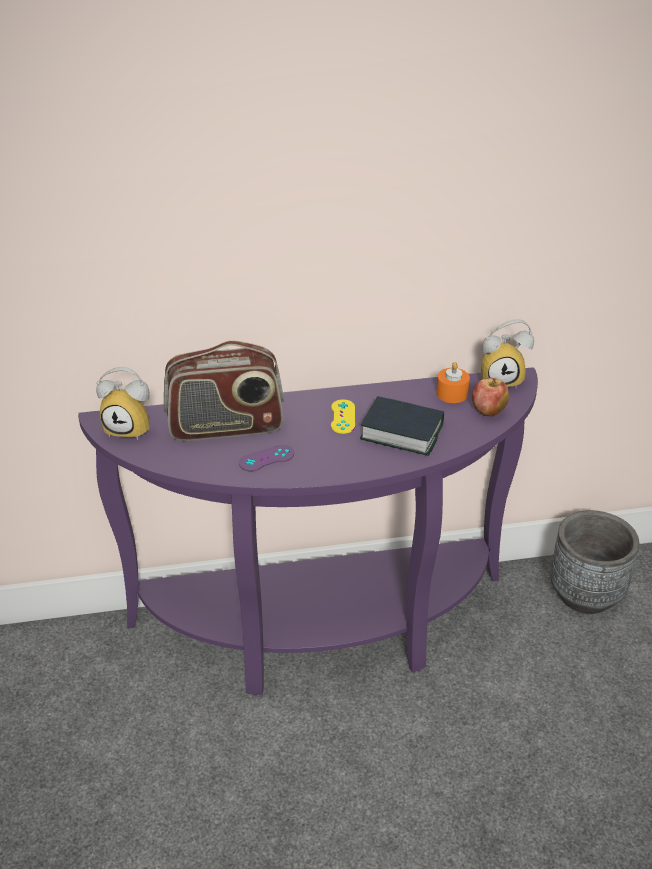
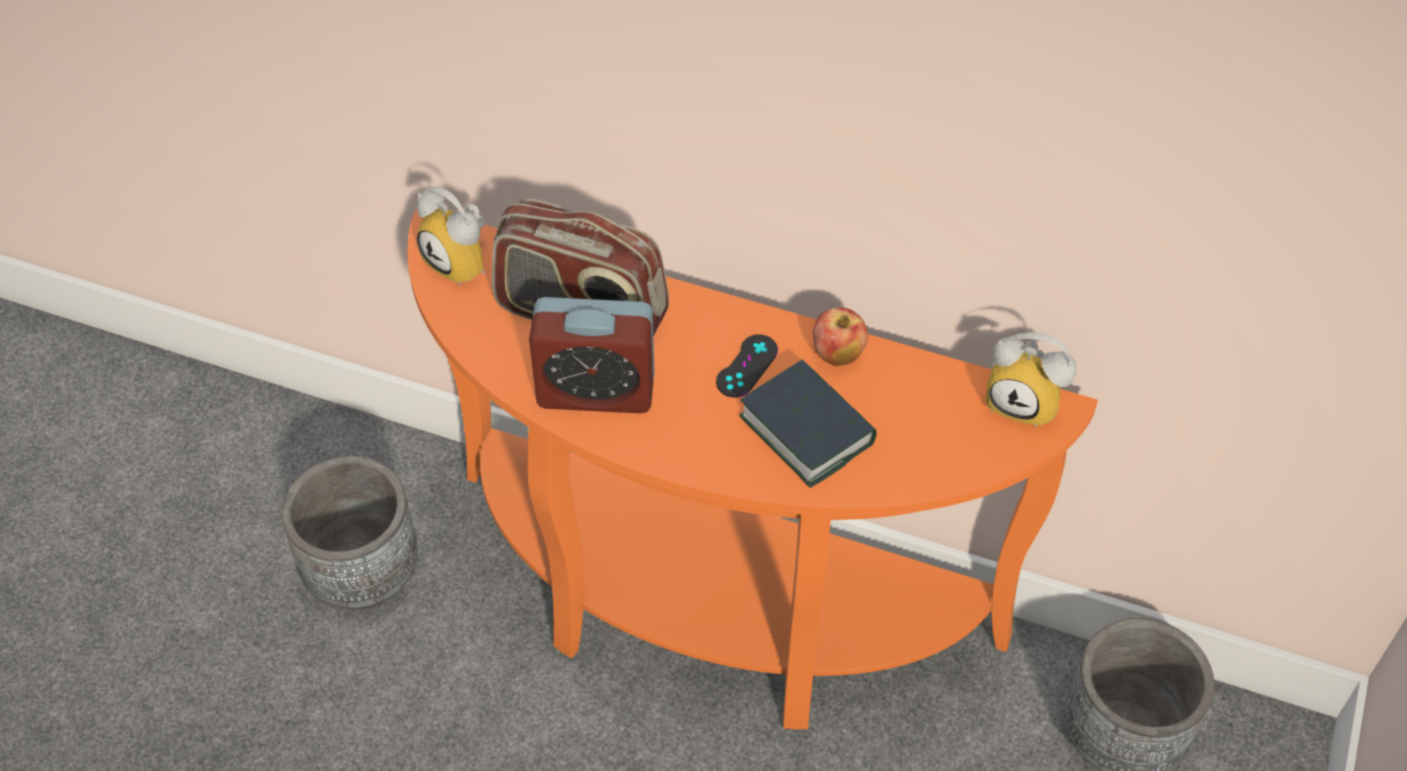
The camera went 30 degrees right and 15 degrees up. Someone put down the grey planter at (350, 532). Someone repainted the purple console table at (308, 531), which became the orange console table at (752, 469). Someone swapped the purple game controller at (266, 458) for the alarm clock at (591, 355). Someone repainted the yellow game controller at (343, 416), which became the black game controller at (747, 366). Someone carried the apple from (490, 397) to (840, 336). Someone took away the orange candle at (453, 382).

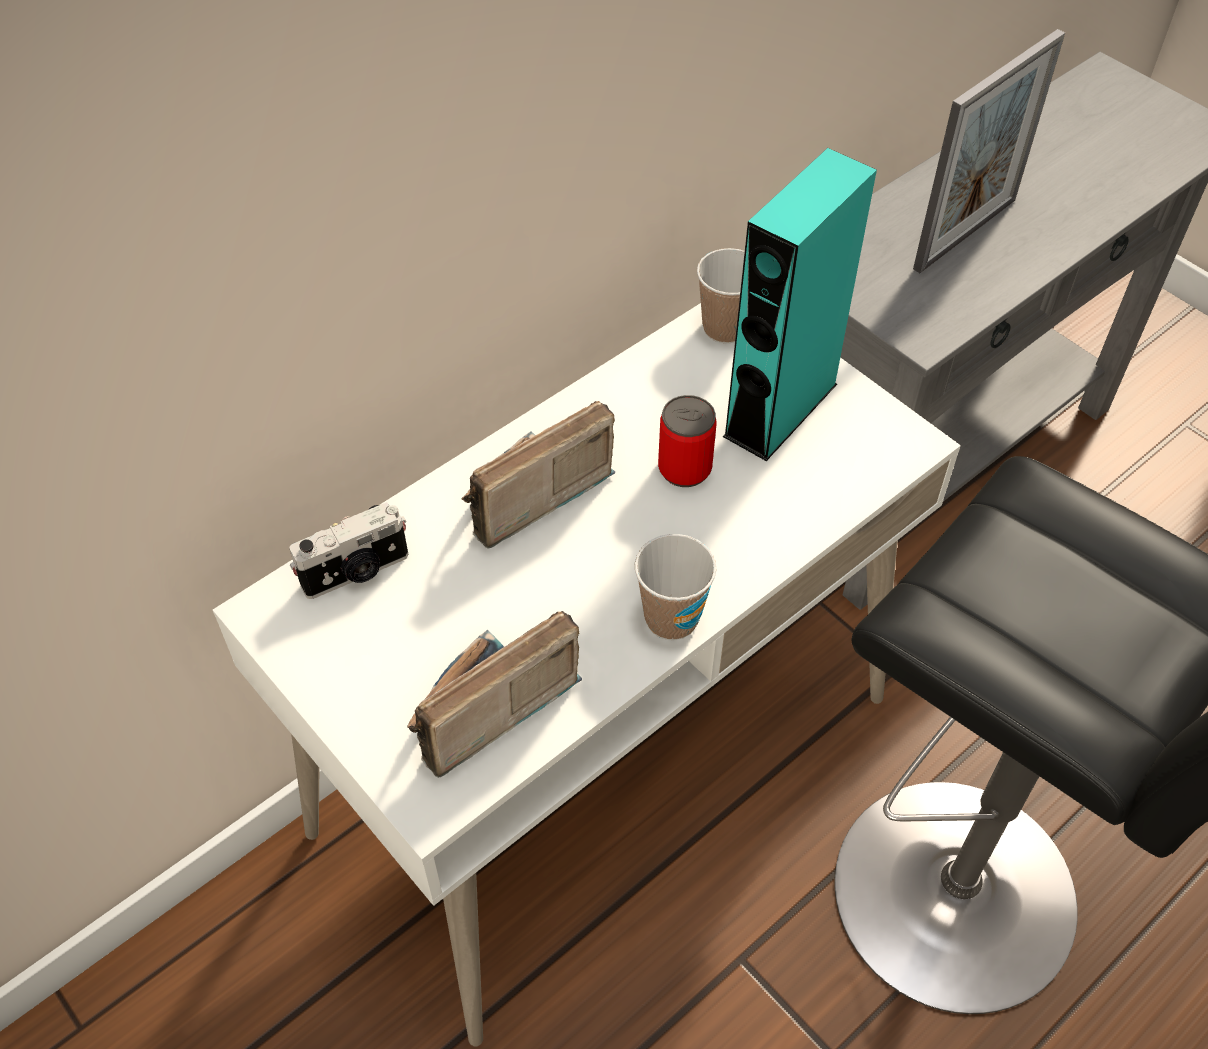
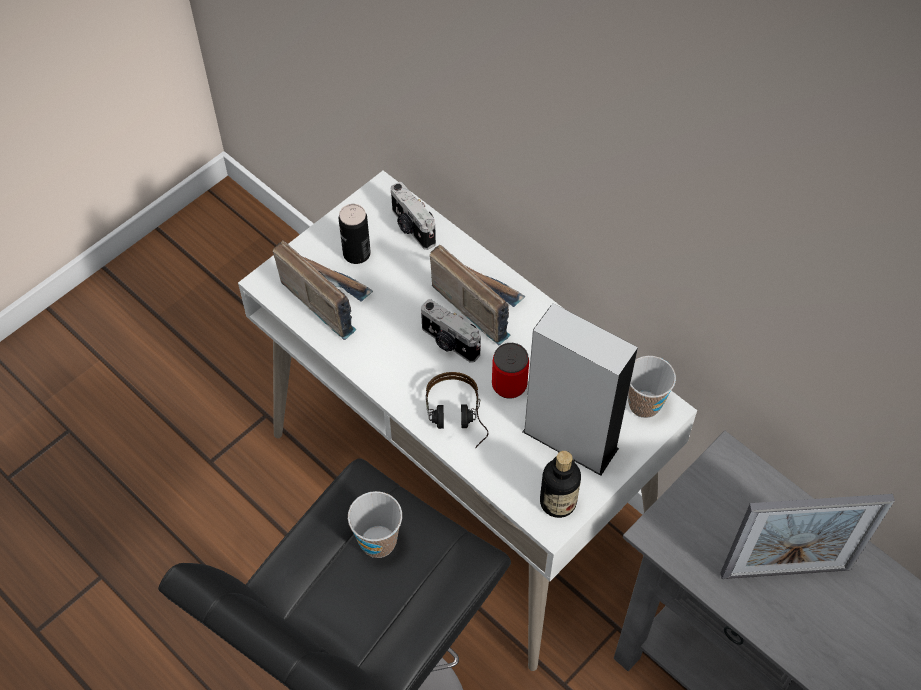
The camera went 85 degrees right and 5 degrees up. Someone put down the can at (355, 234). Someone carried the cup from (675, 587) to (375, 524). Someone put down the photo camera at (451, 331). Someone put down the headphones at (456, 410). Someone repainted the turquoise speaker at (799, 304), which became the grey speaker at (580, 389). Someone put down the bottle at (560, 484). Someone rotated the picture frame at (989, 151) by 45 degrees counterclockwise.

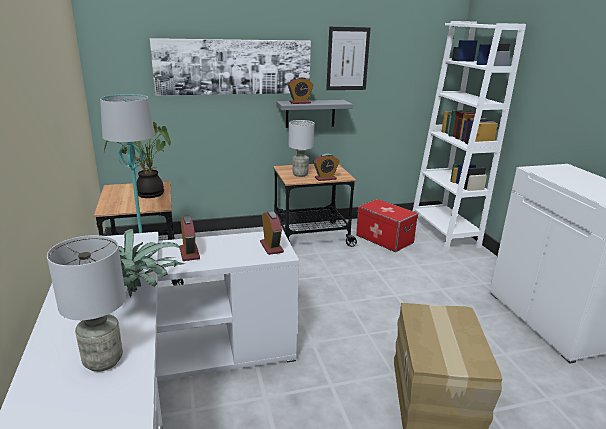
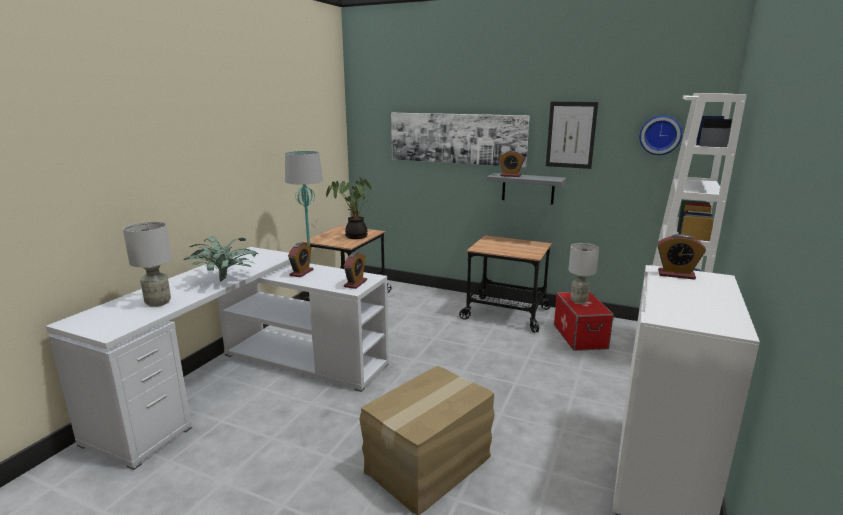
The camera went 40 degrees right and 5 degrees down. Someone carried the grey table lamp from (301, 148) to (583, 273). Someone put up the wall clock at (660, 135). Someone carried the alarm clock from (326, 167) to (681, 257).

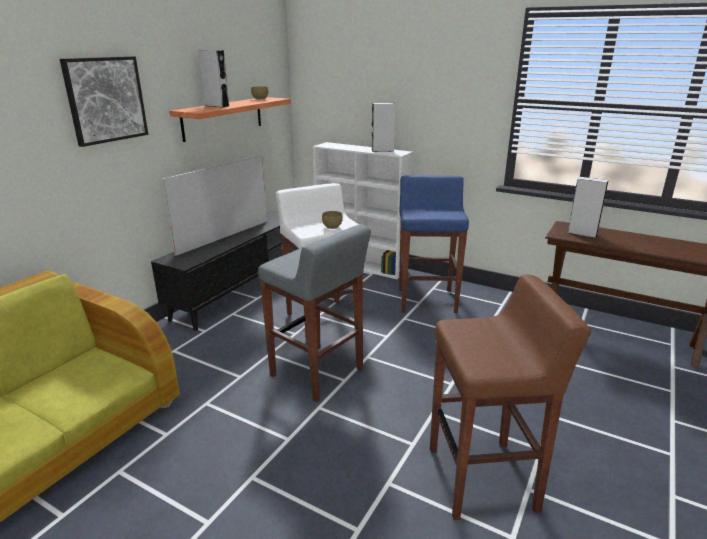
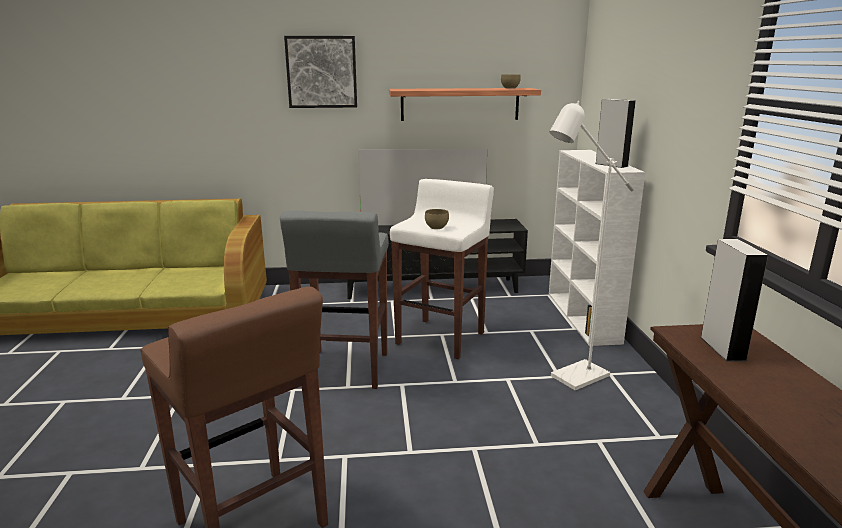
The camera went 55 degrees right and 5 degrees down. Someone swapped the blue stool at (434, 244) for the white floor lamp at (592, 245). Someone took away the grey speaker at (214, 79).

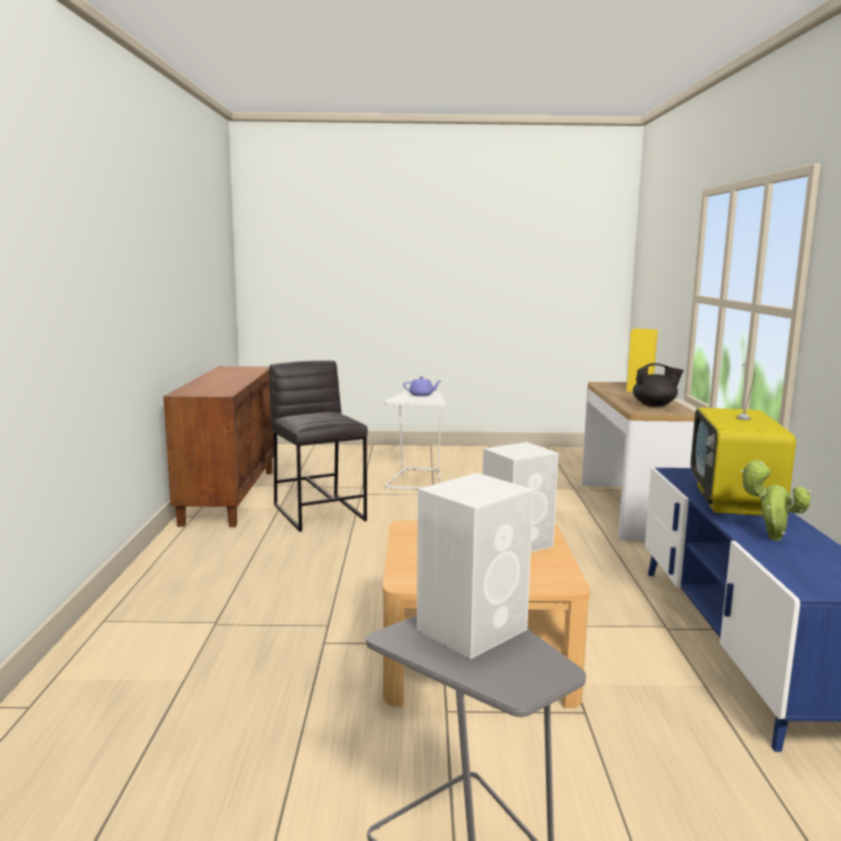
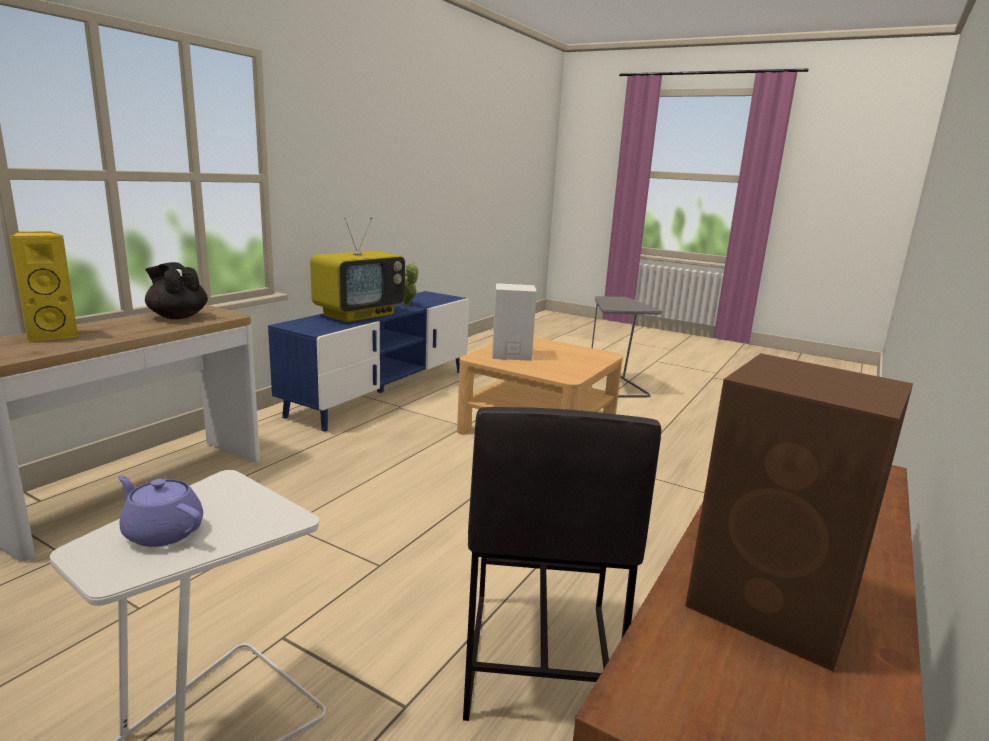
The camera went 150 degrees left and 5 degrees up. Someone put down the brown speaker at (799, 512). Someone took away the white speaker at (475, 566).

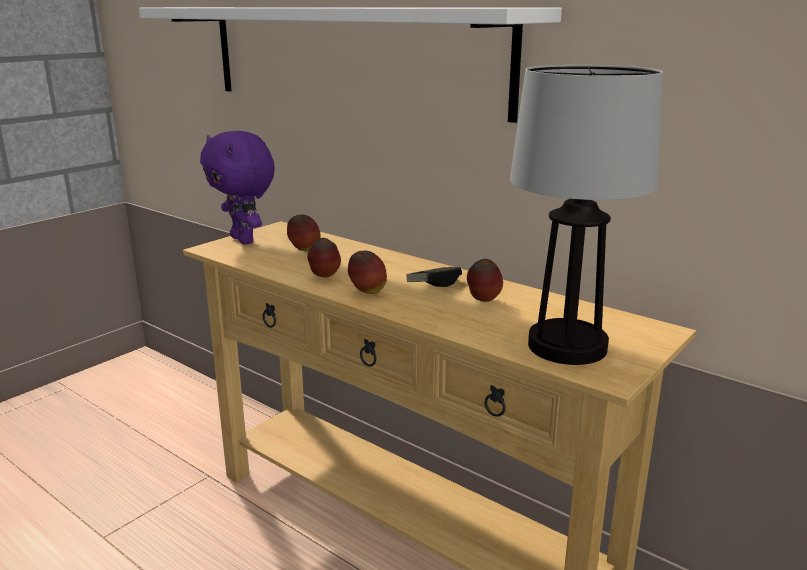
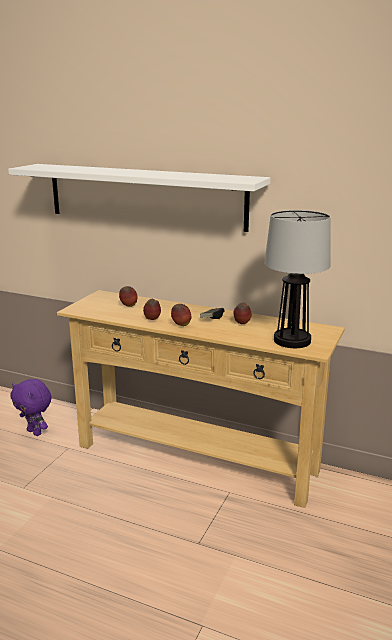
The camera went 15 degrees left and 0 degrees up. Someone carried the purple plush toy from (237, 187) to (31, 407).

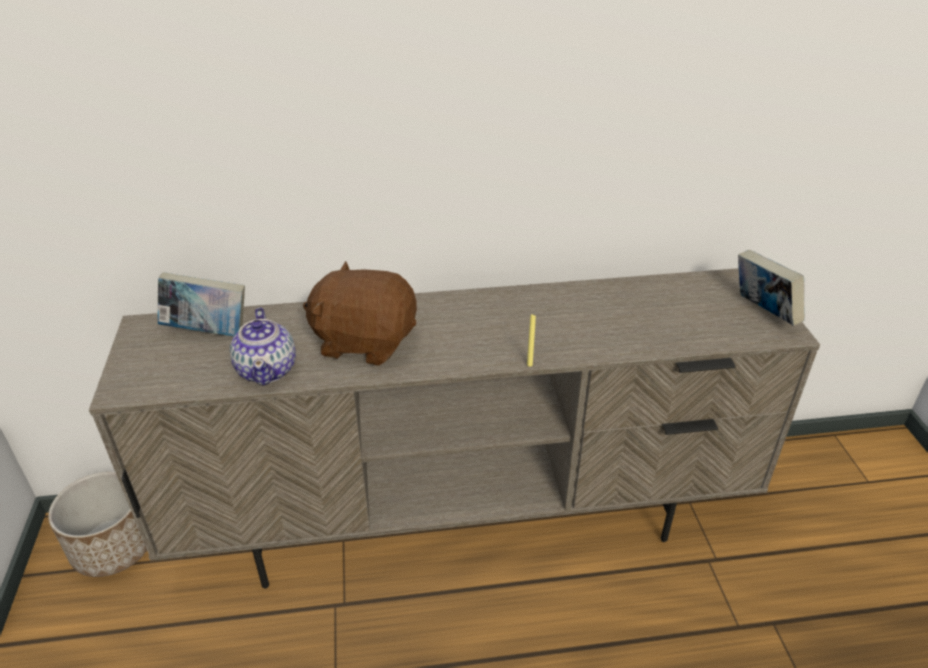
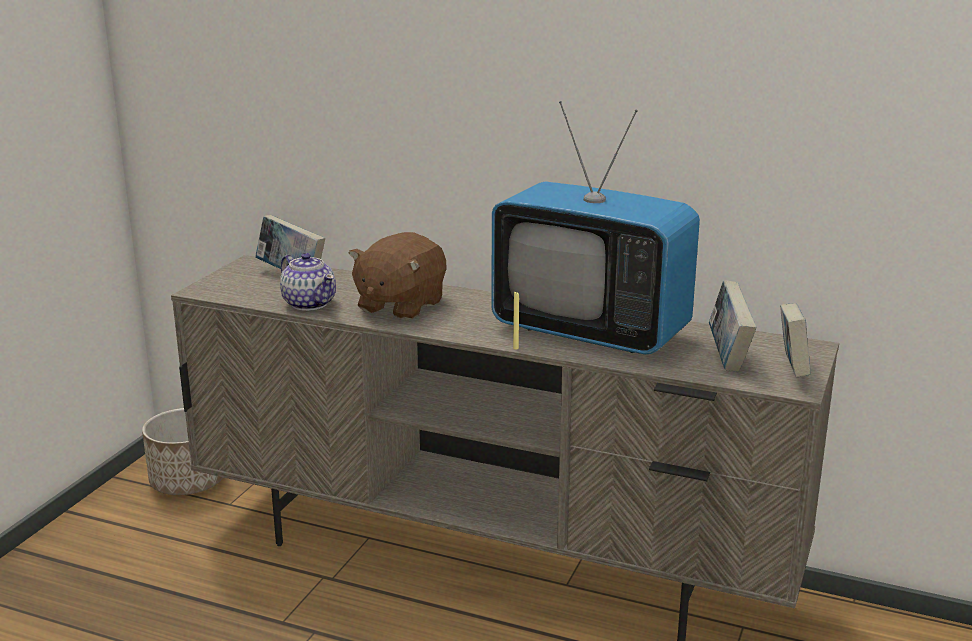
The camera went 30 degrees right and 15 degrees down. Someone rotated the teapot at (263, 347) by 60 degrees counterclockwise. Someone rotated the brown plush toy at (360, 313) by 105 degrees counterclockwise. Someone put down the television at (596, 227). Someone put down the book at (732, 326).

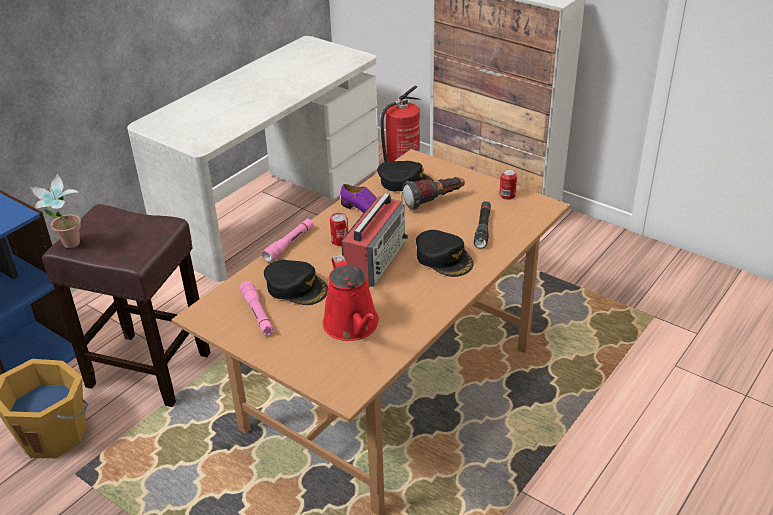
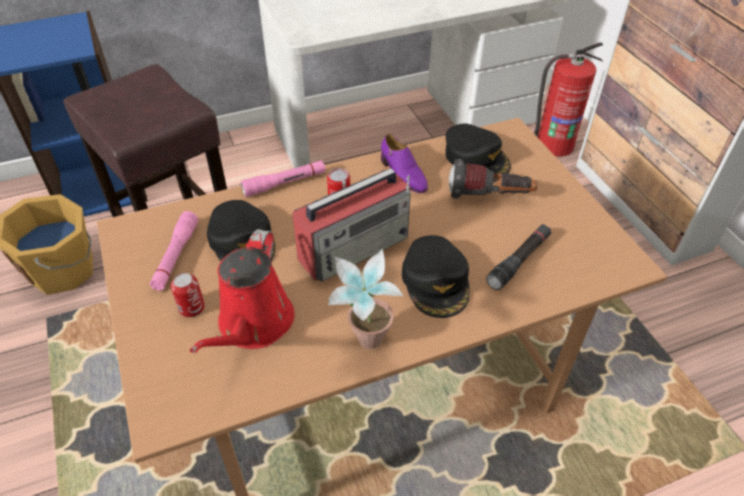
The camera went 30 degrees right and 10 degrees up. Someone carried the can from (508, 184) to (188, 295). Someone carried the potted plant from (55, 211) to (365, 299).

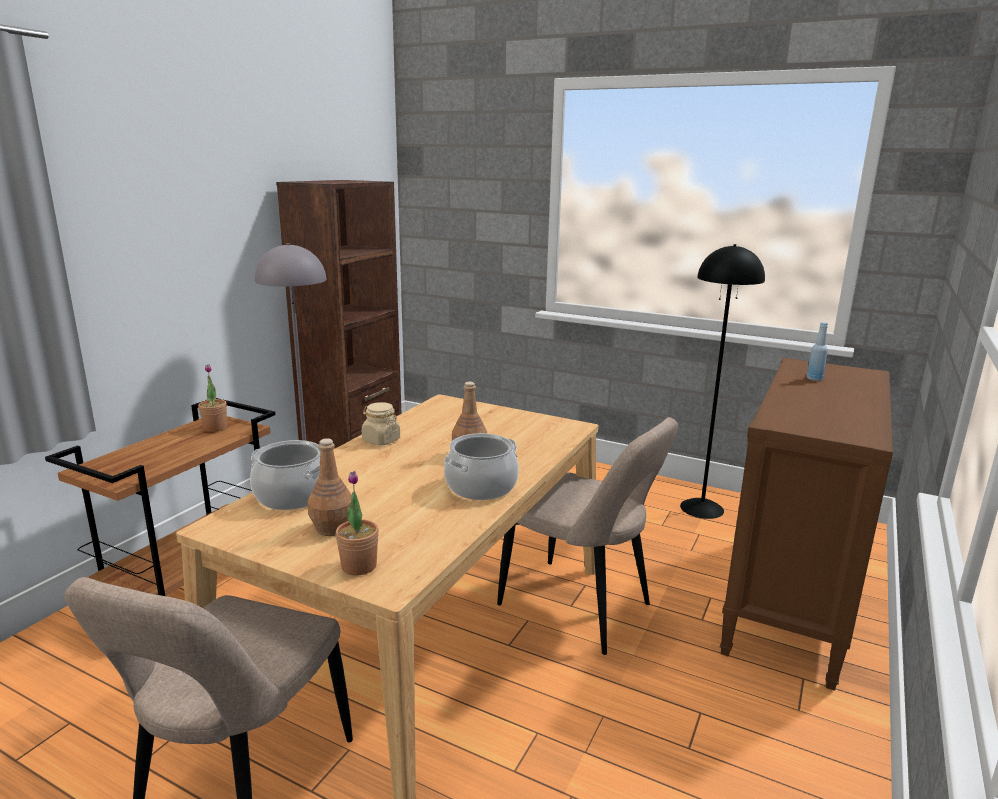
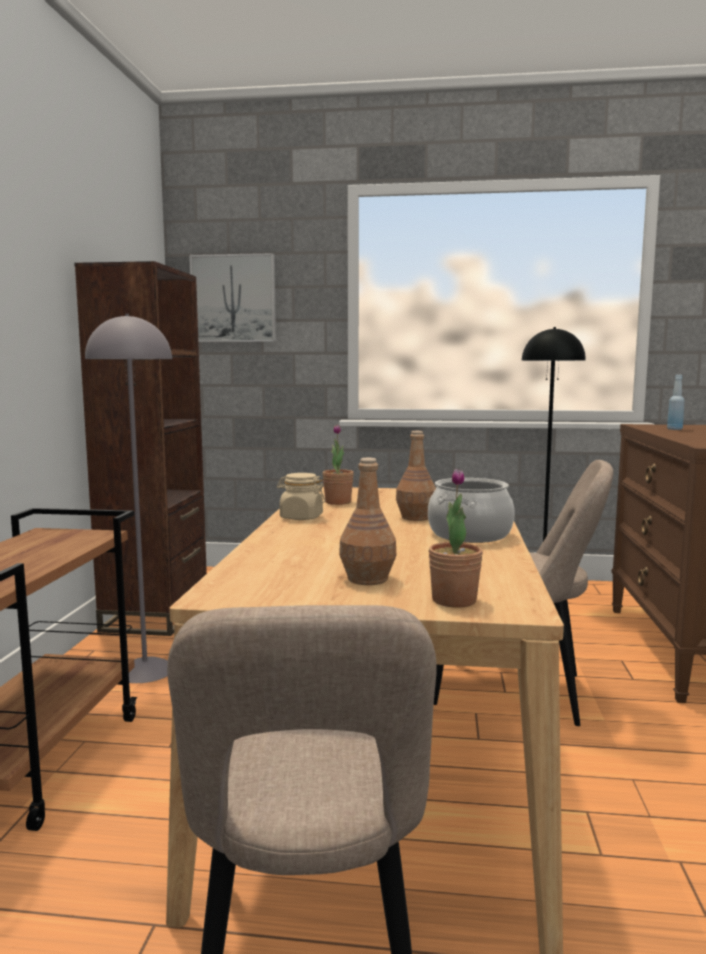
The camera went 20 degrees left and 10 degrees down. Someone put up the picture at (232, 297). Someone carried the potted plant from (212, 398) to (338, 464). Someone took away the cooking pot at (285, 475).

